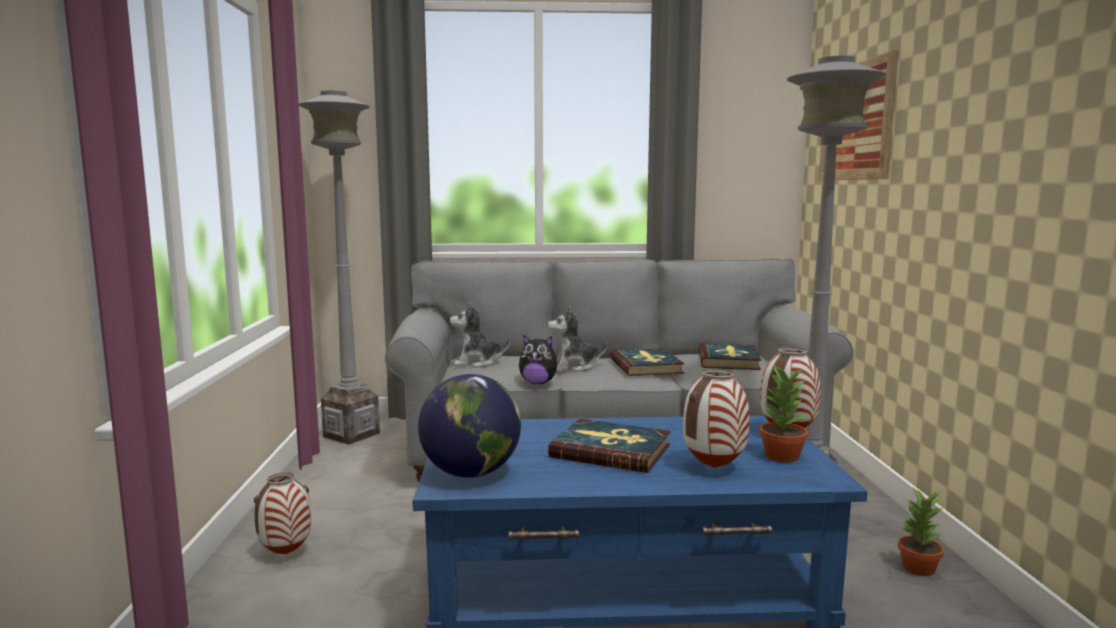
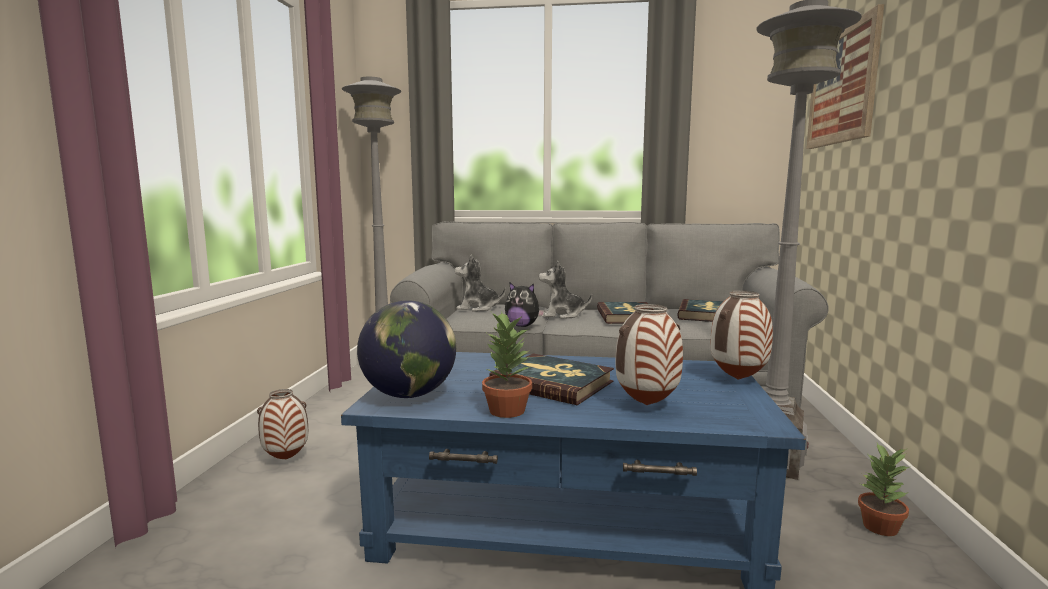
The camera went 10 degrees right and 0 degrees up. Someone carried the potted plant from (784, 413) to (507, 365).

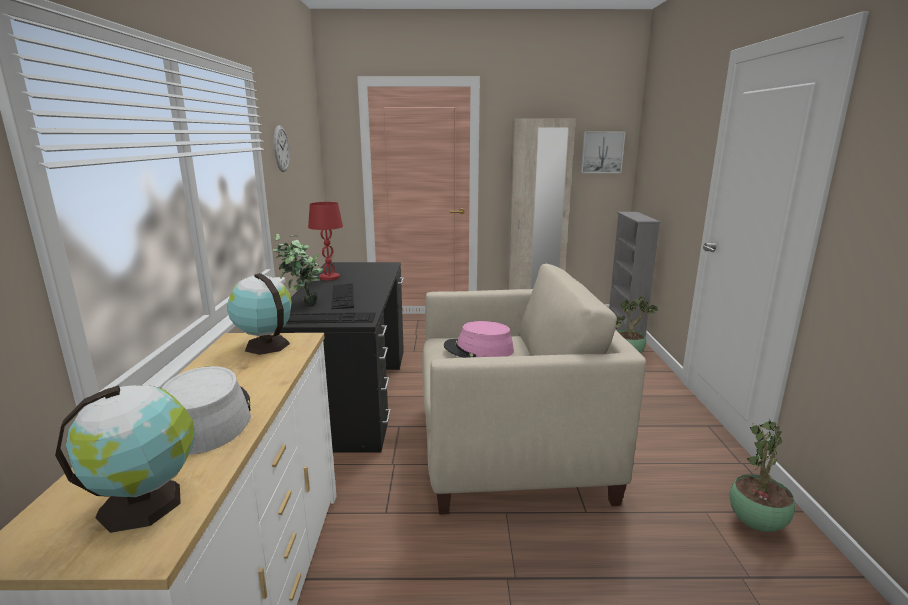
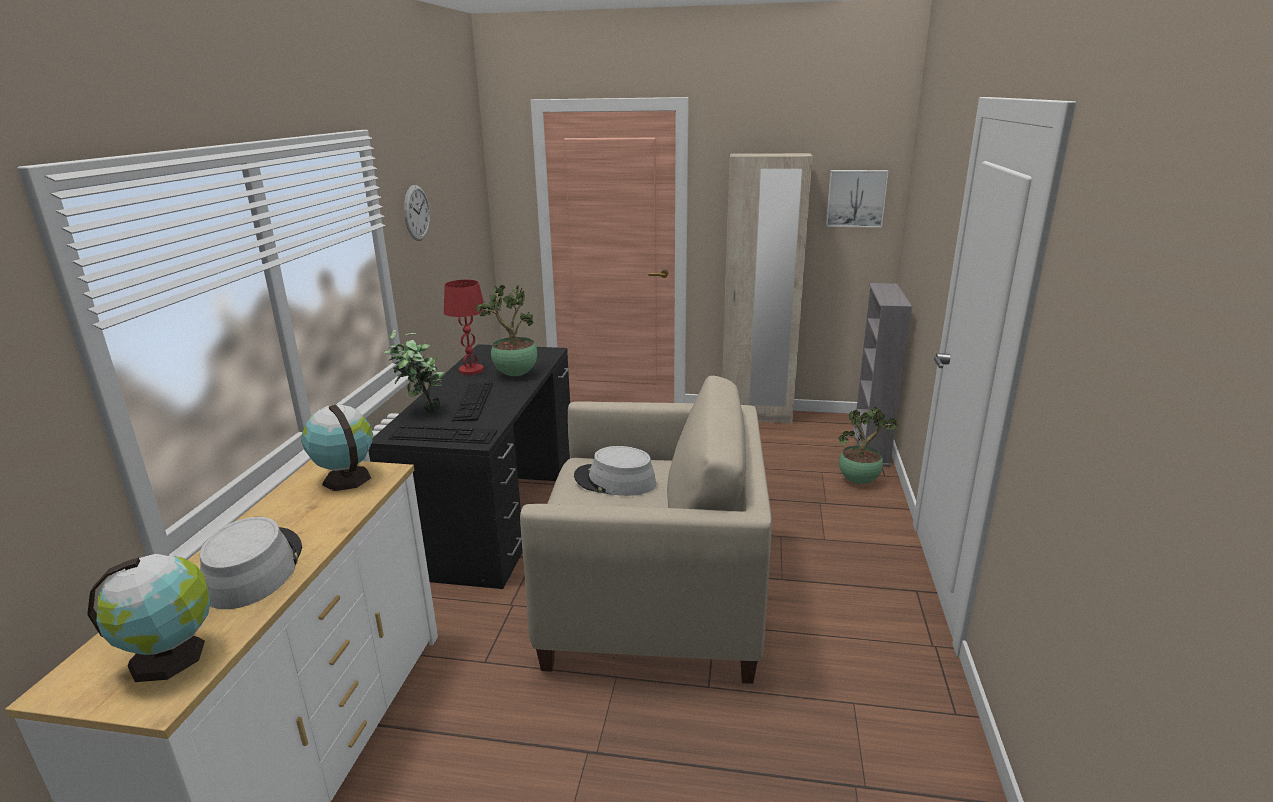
The camera went 10 degrees right and 5 degrees up. Someone carried the potted plant from (763, 475) to (506, 330). Someone repainted the pink hat at (479, 339), which became the grey hat at (615, 471).

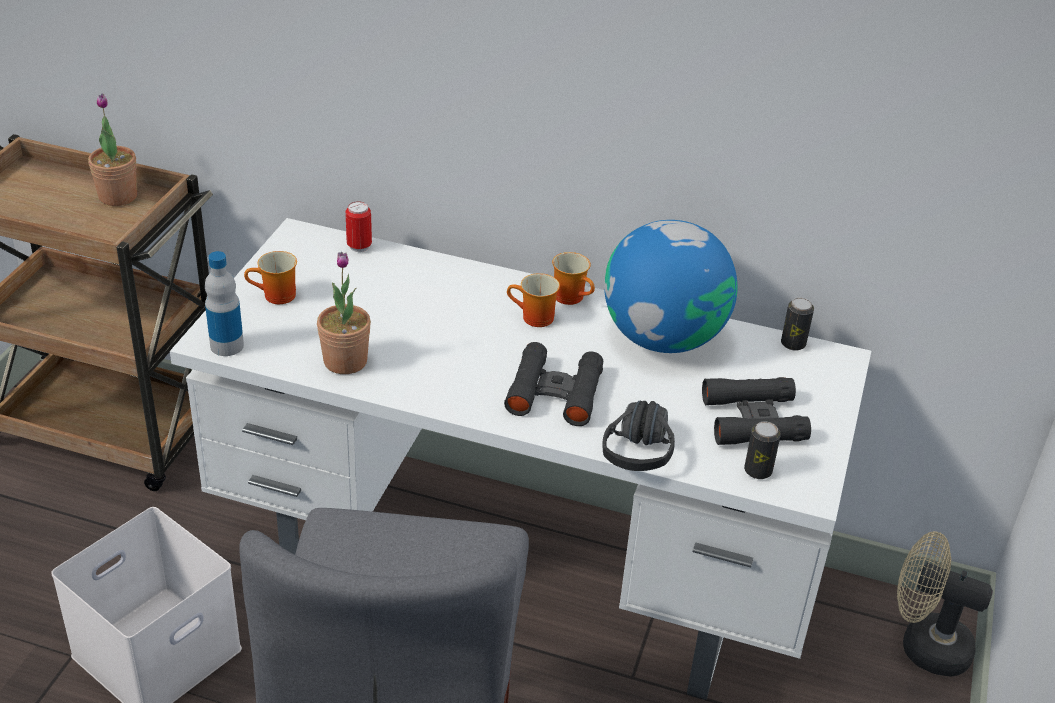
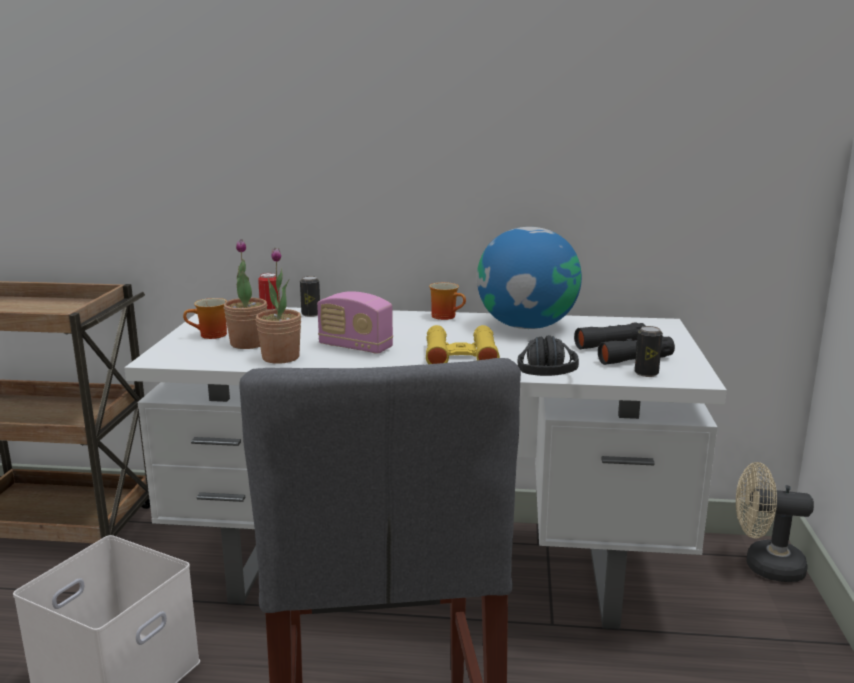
The camera went 10 degrees left and 20 degrees down. Someone carried the potted plant from (112, 149) to (245, 294). Someone carried the can from (797, 324) to (310, 296). Someone put down the radio at (355, 322). Someone repainted the black binoculars at (553, 384), which became the yellow binoculars at (463, 344). Someone took away the bottle at (224, 303). Someone took away the mug at (533, 300).

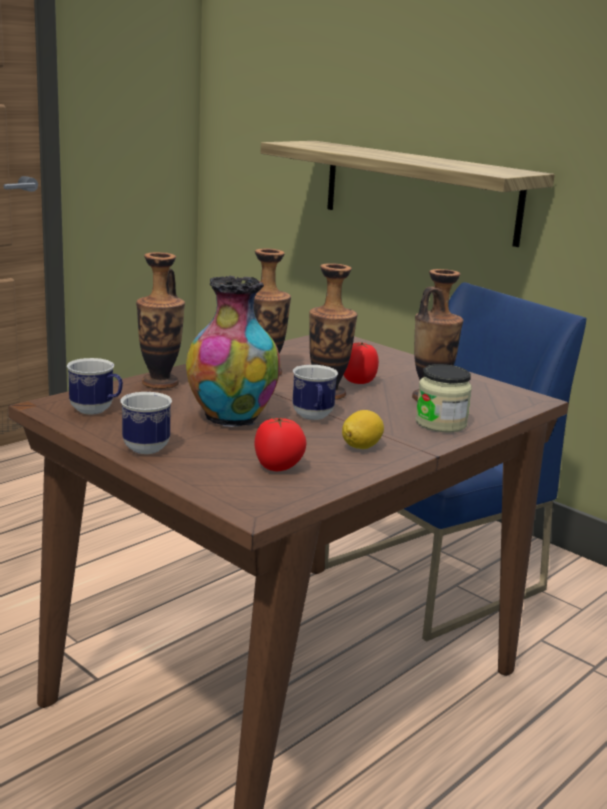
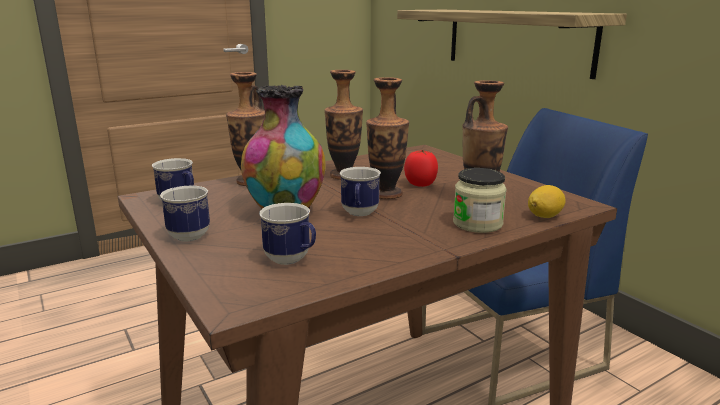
The camera went 15 degrees right and 0 degrees up. Someone swapped the tomato at (280, 444) for the mug at (287, 234). Someone carried the lemon from (363, 429) to (546, 201).

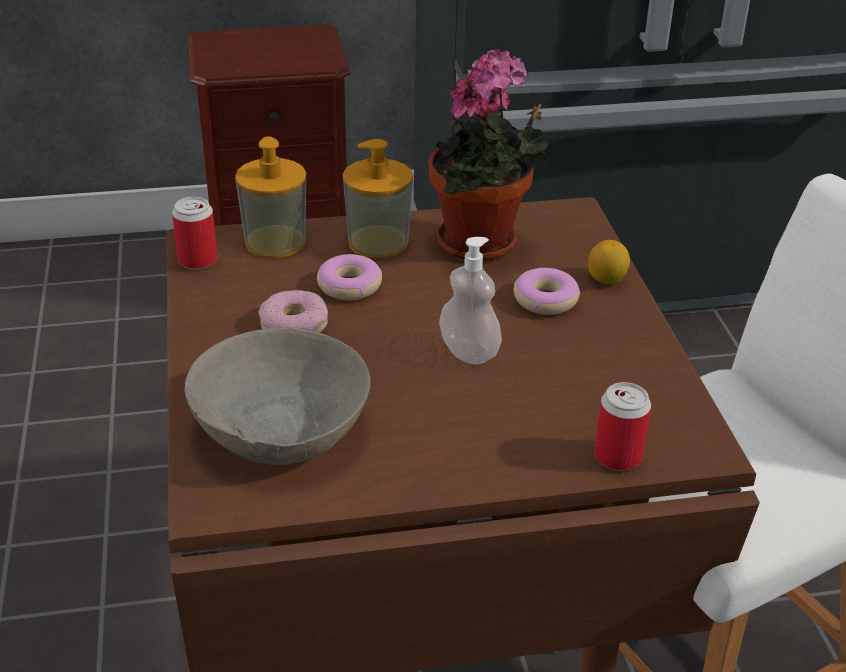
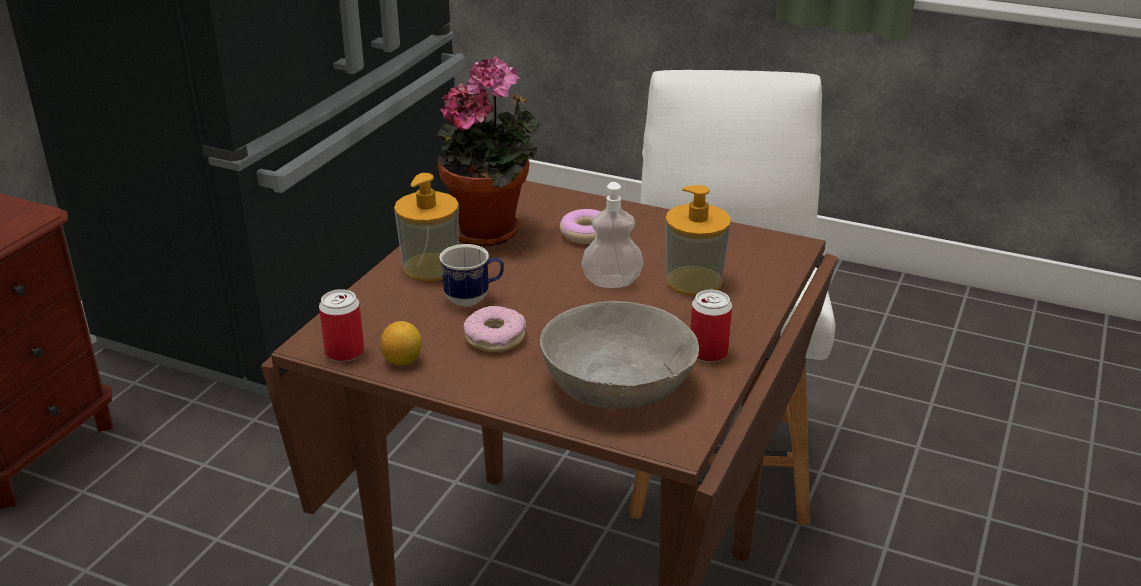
The camera went 55 degrees left and 5 degrees down. Someone carried the lemon from (609, 262) to (401, 343). Someone swapped the donut at (349, 277) for the mug at (472, 275). Someone carried the soap dispenser from (270, 197) to (698, 240). Someone carried the can from (622, 426) to (711, 326).

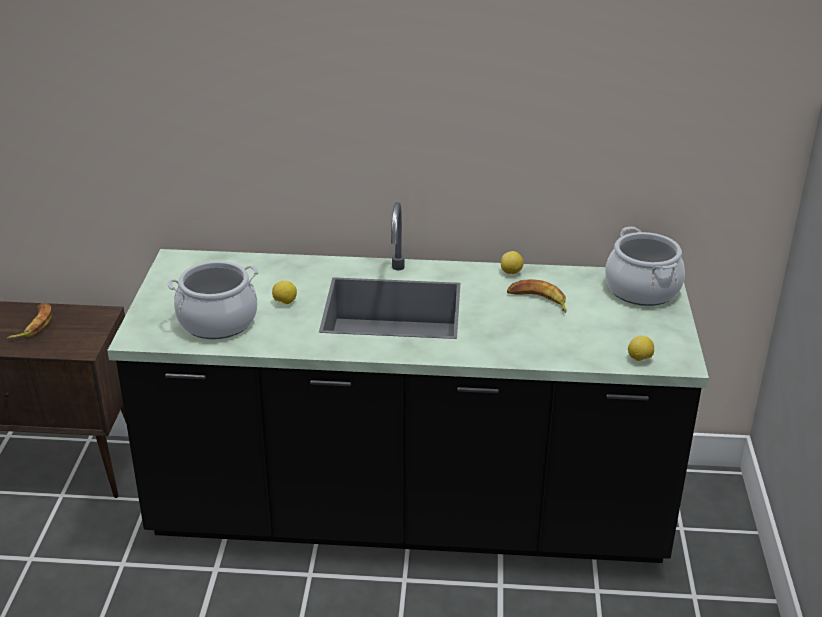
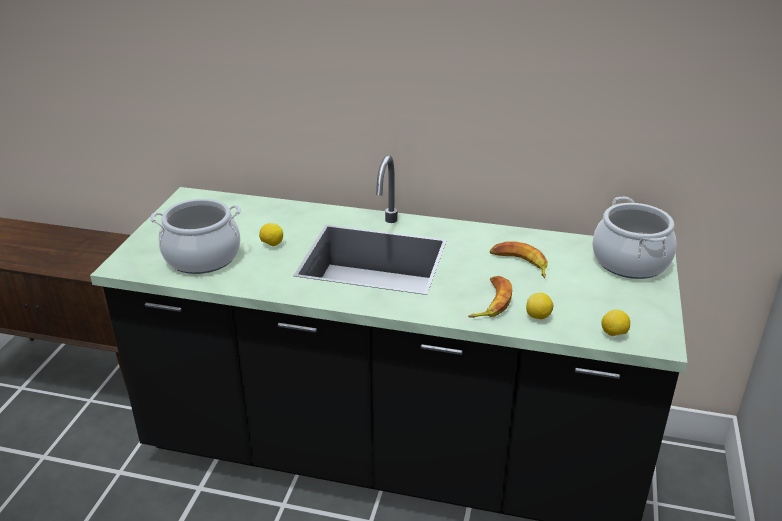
The camera went 10 degrees right and 0 degrees up. Someone carried the banana from (29, 321) to (490, 297). Someone carried the lemon from (512, 262) to (539, 306).

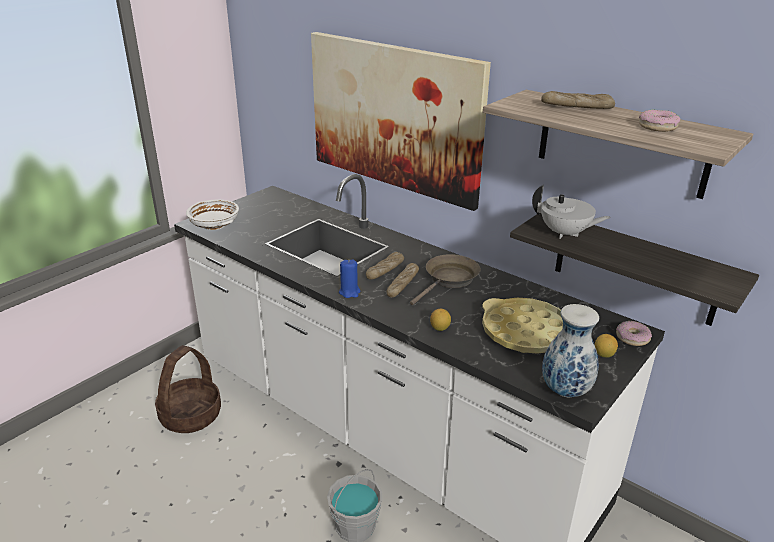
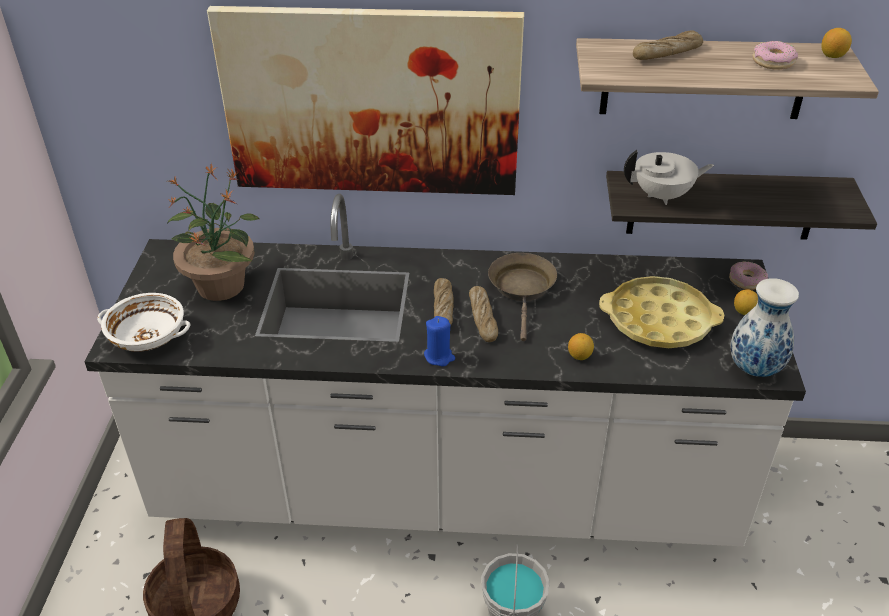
The camera went 35 degrees left and 10 degrees up. Someone put down the potted plant at (213, 232). Someone put down the lemon at (836, 43).

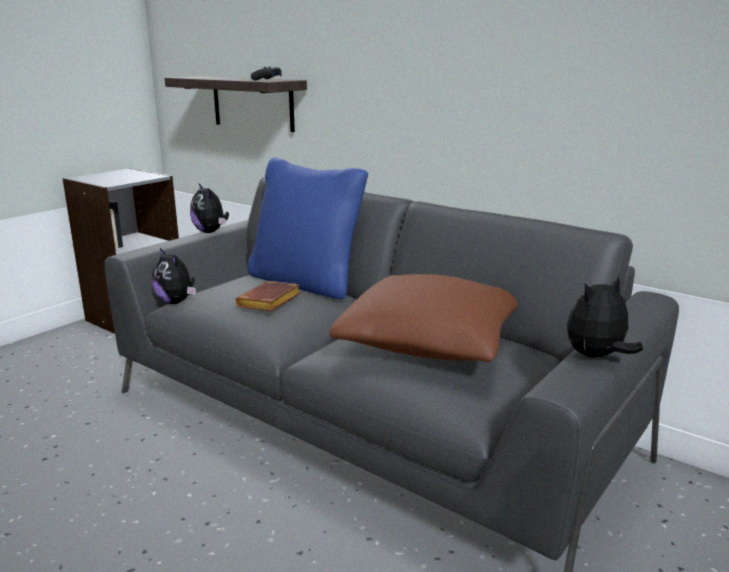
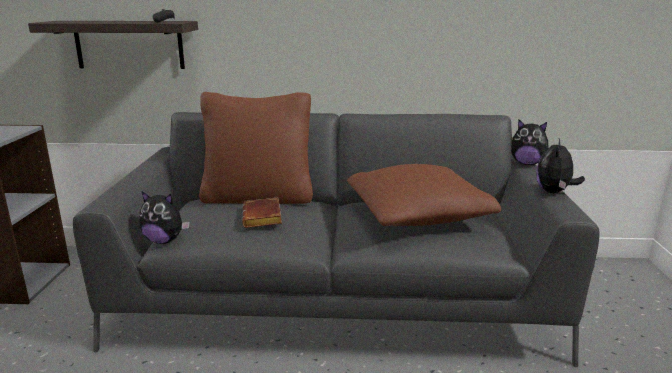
The camera went 35 degrees left and 0 degrees up. Someone repainted the blue pillow at (307, 228), which became the brown pillow at (256, 148). Someone carried the plush toy from (209, 208) to (529, 142).

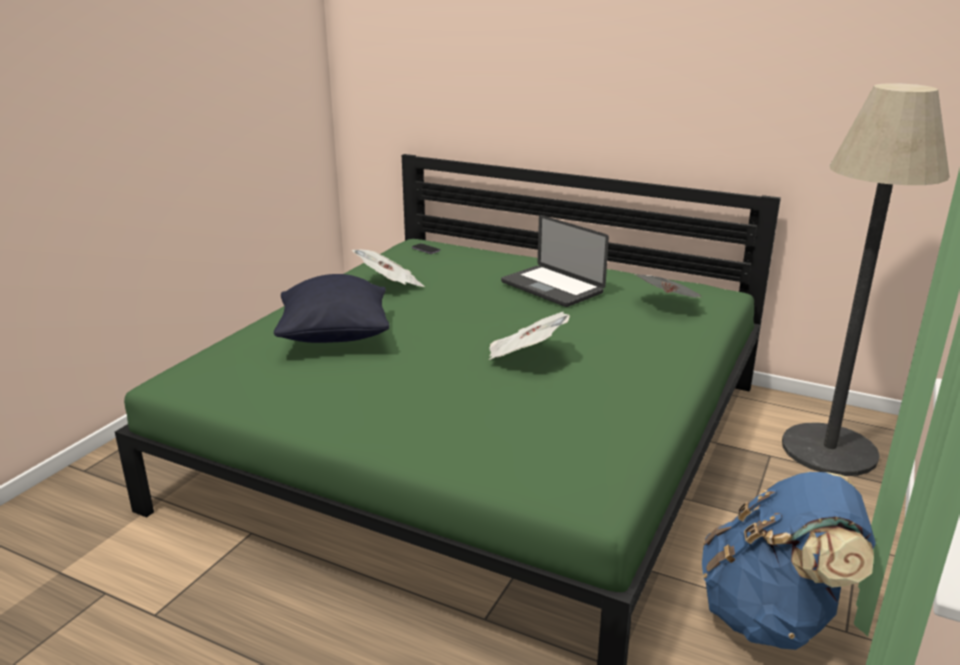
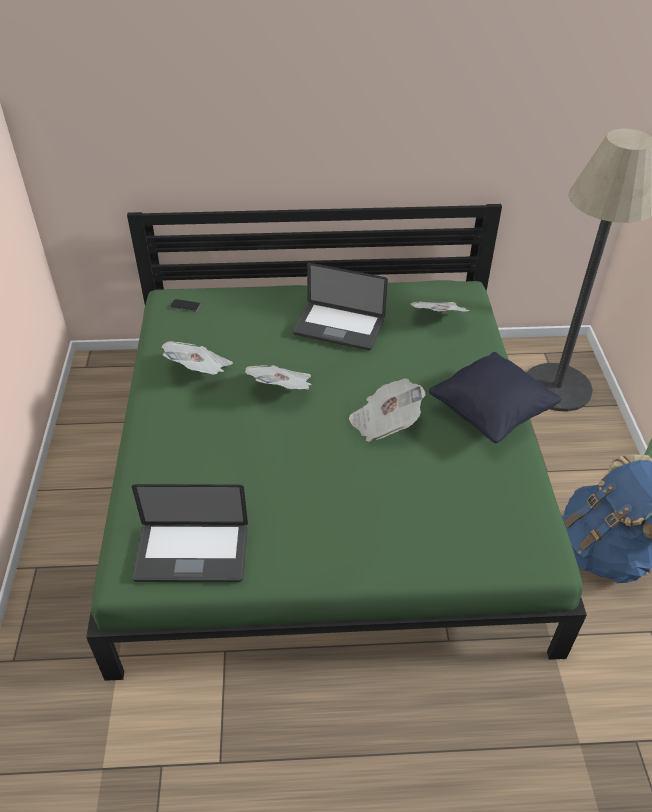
The camera went 30 degrees left and 20 degrees up. Someone put down the laptop at (190, 533). Someone put down the newspaper at (278, 377). Someone carried the black pillow from (331, 308) to (495, 397).

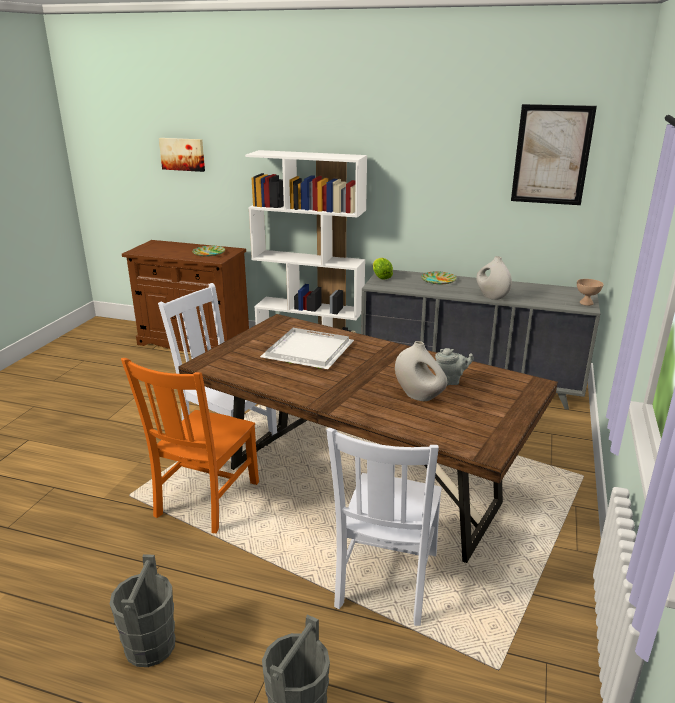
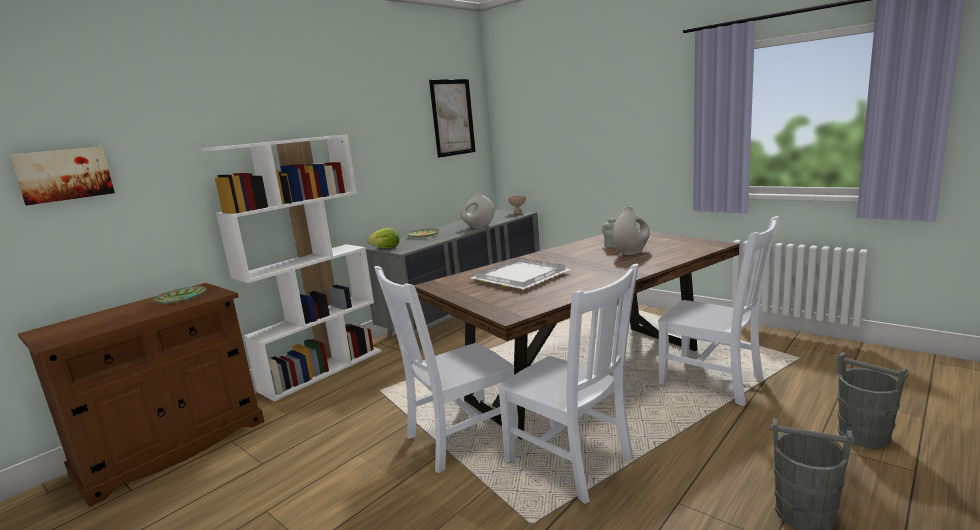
The camera went 65 degrees left and 10 degrees down. Someone repainted the orange chair at (190, 445), which became the white chair at (568, 384).

